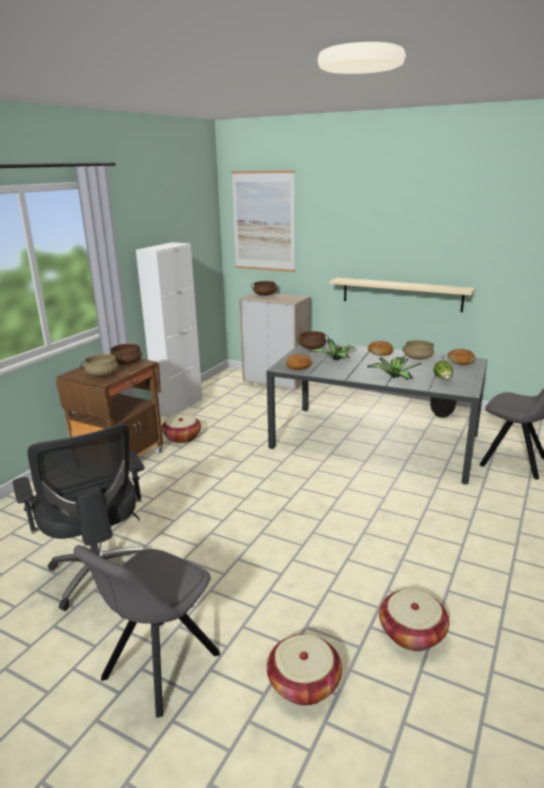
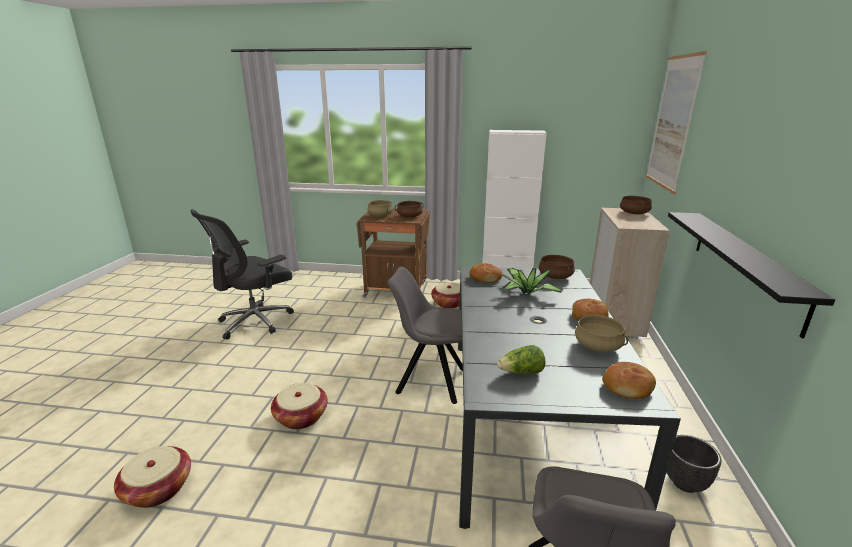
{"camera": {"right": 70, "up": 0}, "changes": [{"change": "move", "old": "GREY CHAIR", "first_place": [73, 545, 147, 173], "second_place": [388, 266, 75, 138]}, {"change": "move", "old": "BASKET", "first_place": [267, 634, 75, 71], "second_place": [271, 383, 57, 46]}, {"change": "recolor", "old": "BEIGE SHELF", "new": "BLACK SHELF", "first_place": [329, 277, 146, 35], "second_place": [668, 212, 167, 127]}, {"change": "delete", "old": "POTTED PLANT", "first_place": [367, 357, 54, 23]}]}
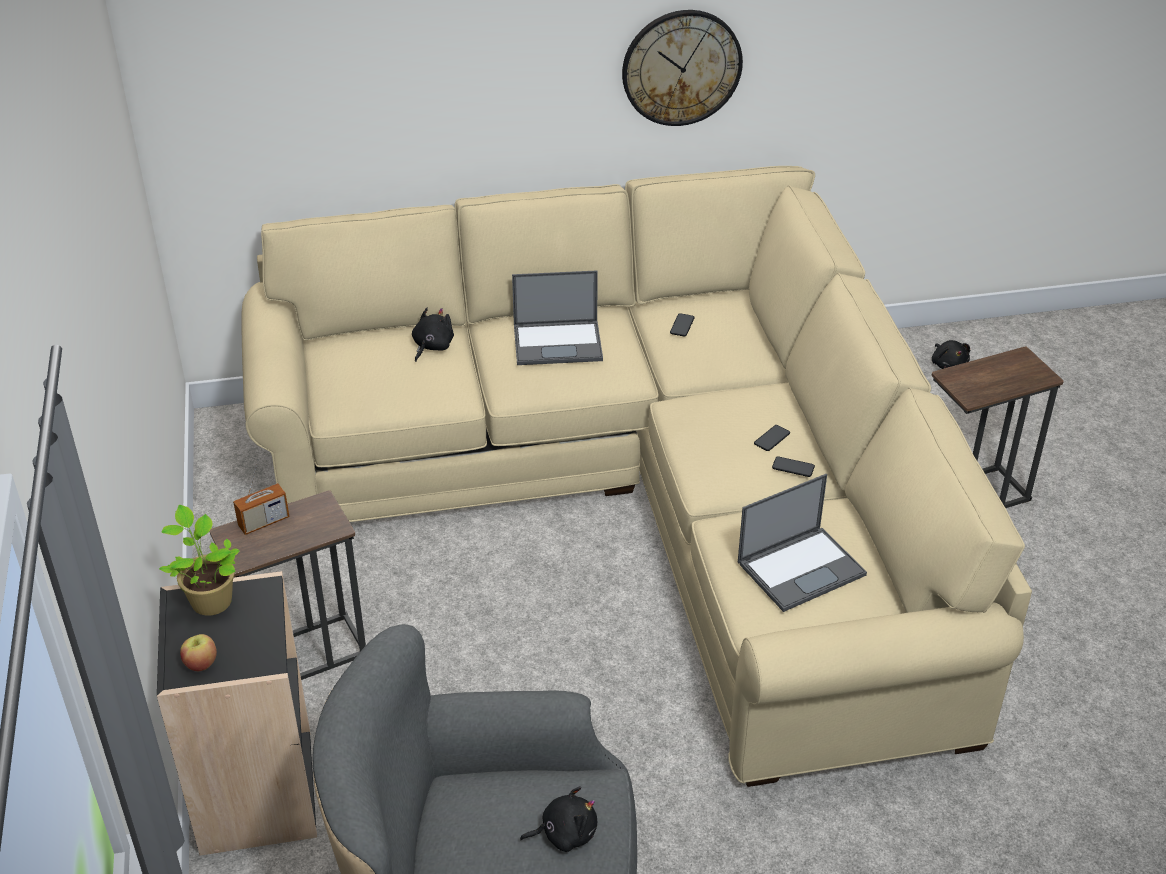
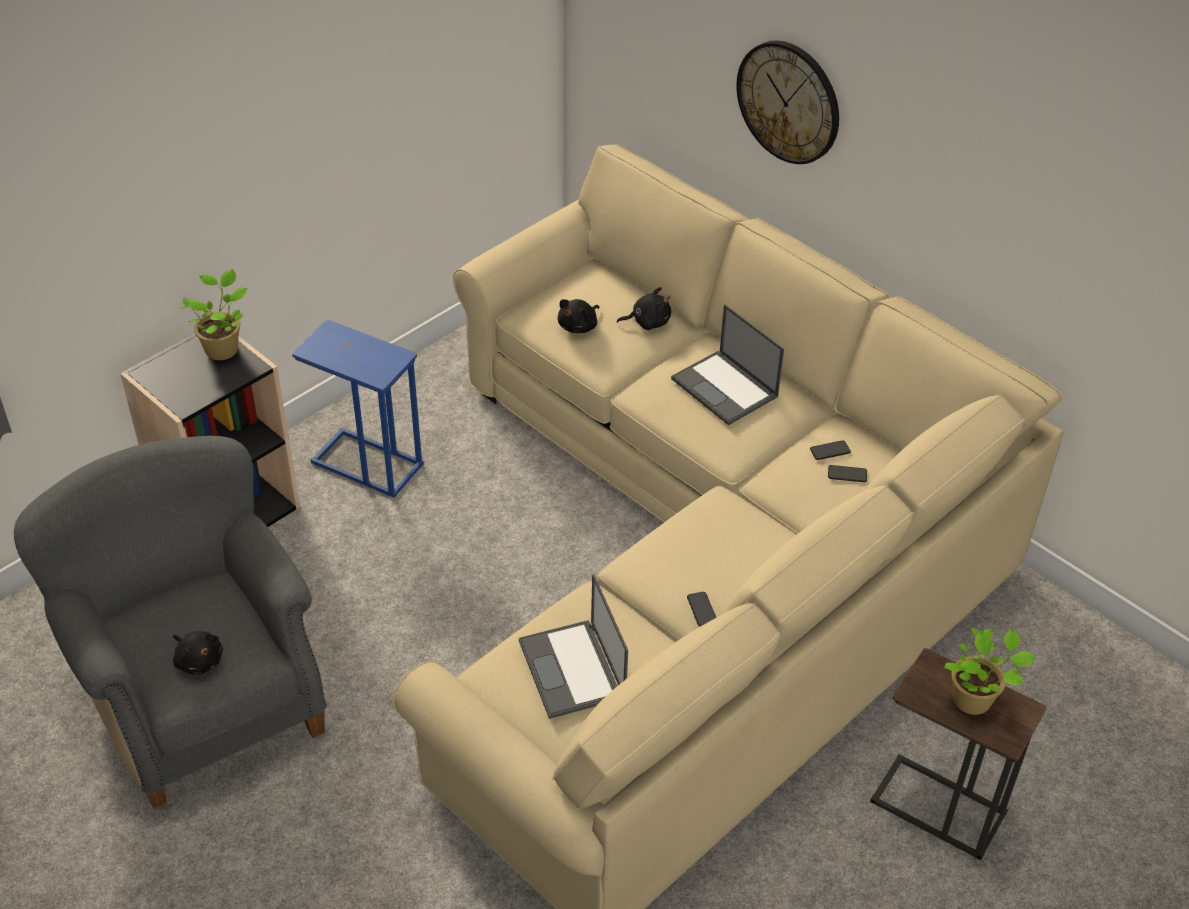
{"camera": {"right": 55, "up": 5}, "changes": [{"change": "delete", "old": "APPLE", "first_place": [180, 634, 37, 37]}, {"change": "recolor", "old": "BROWN SIDE TABLE", "new": "BLUE SIDE TABLE", "first_place": [210, 490, 156, 190], "second_place": [292, 320, 132, 178]}, {"change": "delete", "old": "RADIO", "first_place": [233, 459, 56, 76]}, {"change": "move", "old": "WALL CLOCK", "first_place": [622, 10, 121, 116], "second_place": [736, 40, 103, 124]}, {"change": "rotate", "old": "LAPTOP", "first_place": [738, 474, 129, 138], "second_place": [519, 574, 109, 145], "degrees": 45}, {"change": "move", "old": "PHONE", "first_place": [754, 425, 36, 26], "second_place": [828, 465, 39, 17]}, {"change": "move", "old": "BLACK PLUSH TOY", "first_place": [932, 340, 38, 29], "second_place": [558, 299, 41, 34]}, {"change": "insert", "new": "POTTED PLANT", "second_place": [944, 627, 92, 88]}]}
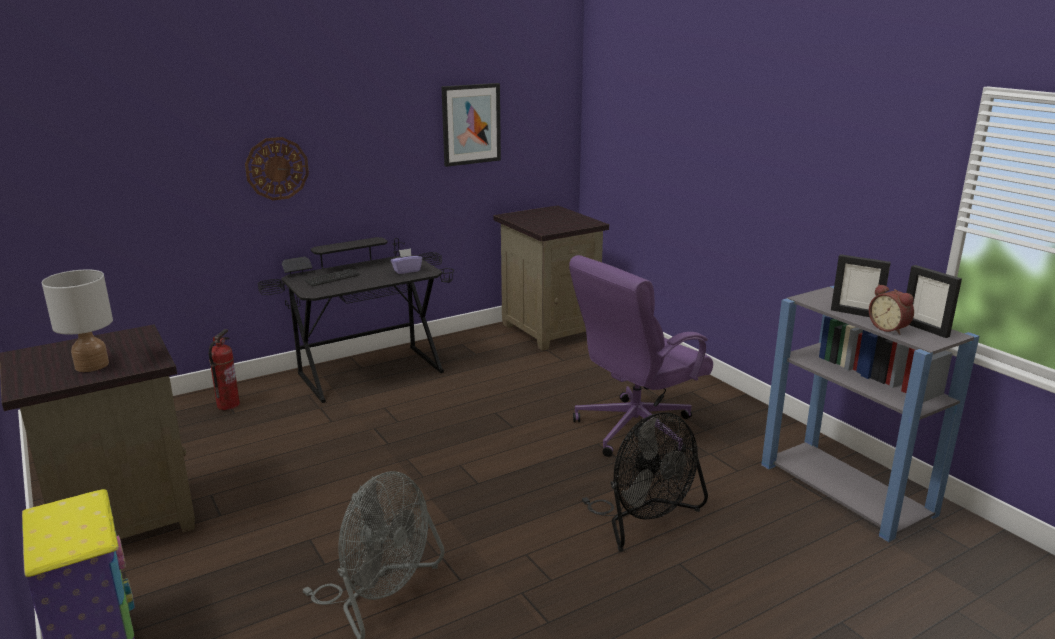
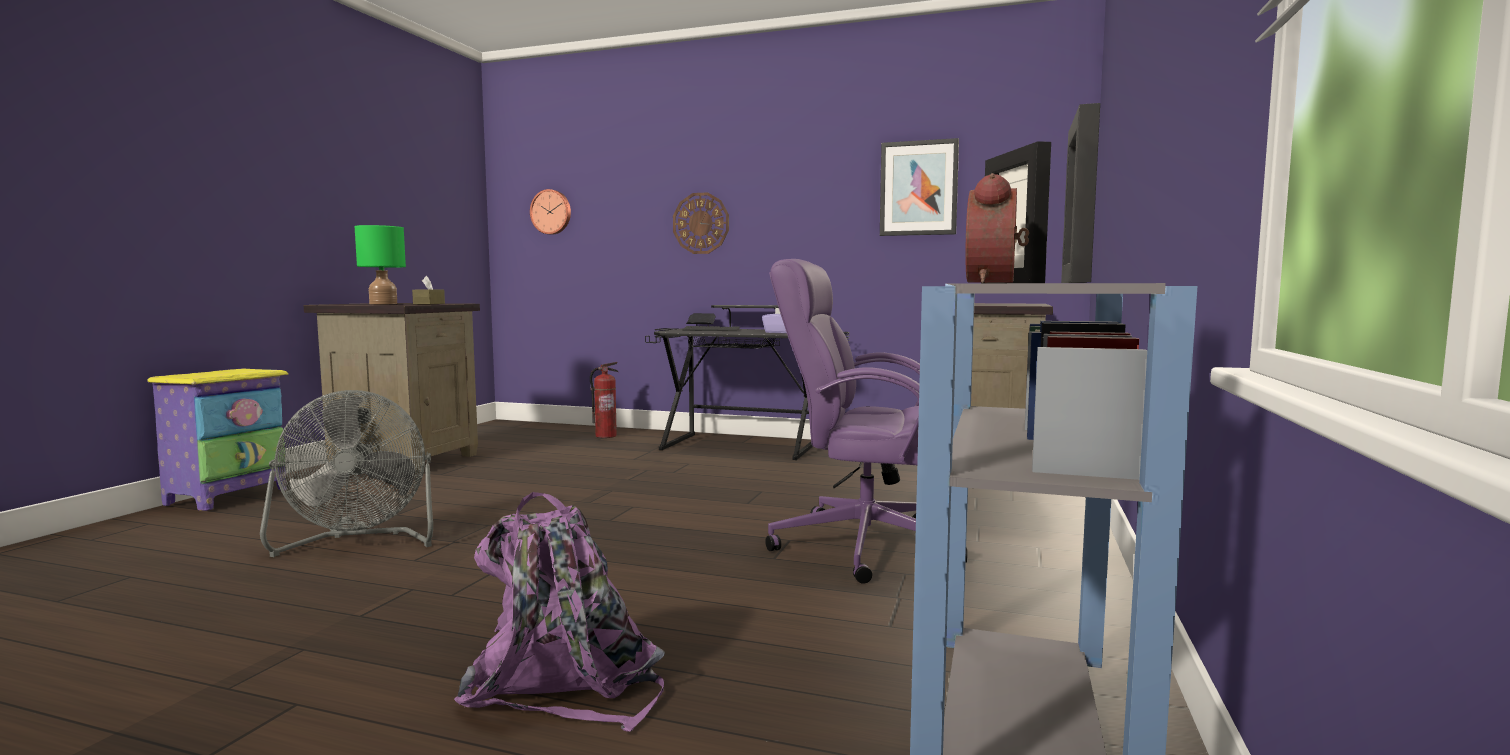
{"camera": {"right": 50, "up": -15}, "changes": [{"change": "recolor", "old": "GREY TABLE LAMP", "new": "GREEN TABLE LAMP", "first_place": [42, 269, 71, 103], "second_place": [355, 225, 51, 79]}, {"change": "delete", "old": "BLACK FAN", "first_place": [582, 412, 126, 140]}, {"change": "insert", "new": "BROWN TISSUE BOX", "second_place": [412, 276, 33, 28]}, {"change": "insert", "new": "PURPLE BACKPACK", "second_place": [454, 492, 211, 240]}, {"change": "insert", "new": "WALL CLOCK", "second_place": [530, 189, 41, 46]}]}
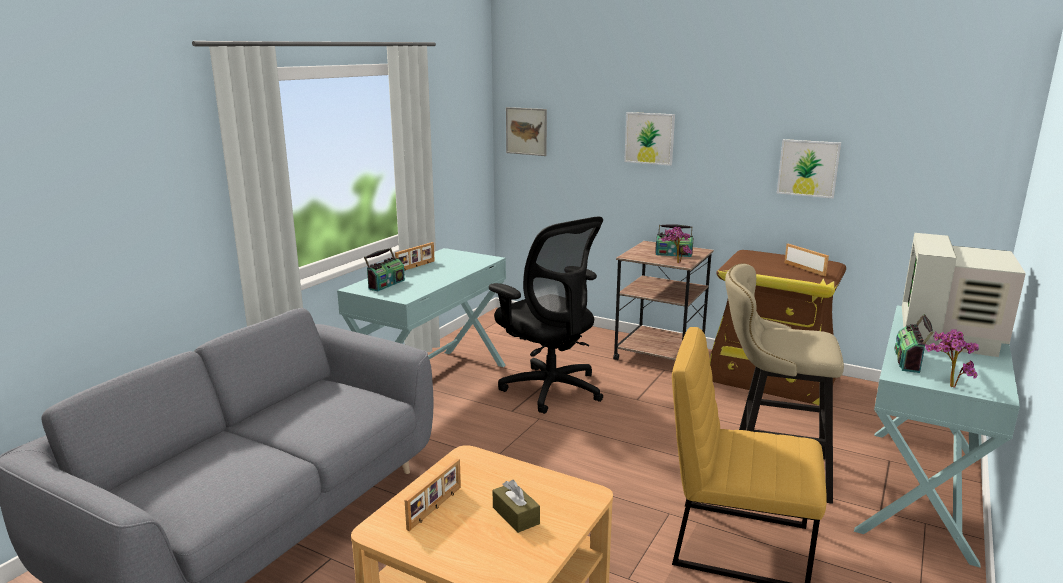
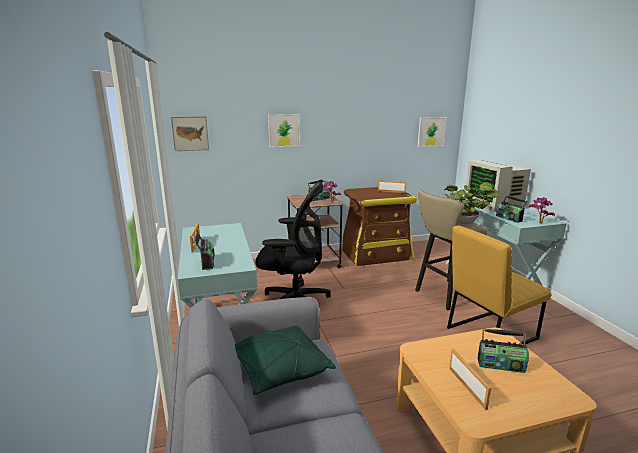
{"camera": {"right": -45, "up": 0}, "changes": [{"change": "replace", "old": "BROWN TISSUE BOX", "new": "RADIO", "first_place": [493, 480, 47, 53], "second_place": [478, 329, 51, 44]}, {"change": "move", "old": "PICTURE", "first_place": [777, 139, 64, 60], "second_place": [418, 117, 28, 30]}, {"change": "insert", "new": "GREEN PILLOW", "second_place": [235, 325, 101, 70]}, {"change": "insert", "new": "POTTED PLANT", "second_place": [444, 182, 55, 42]}]}
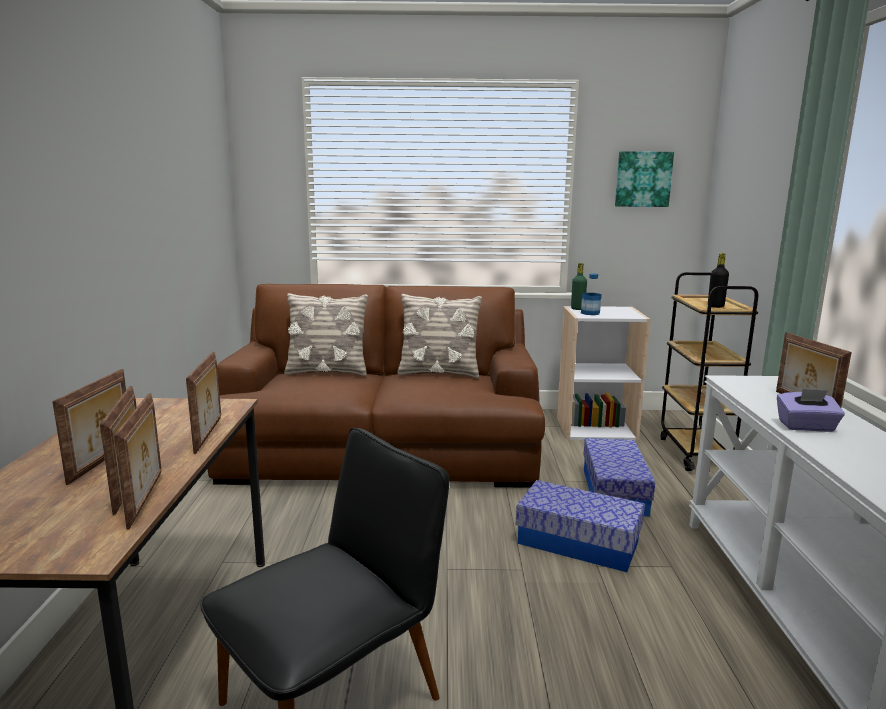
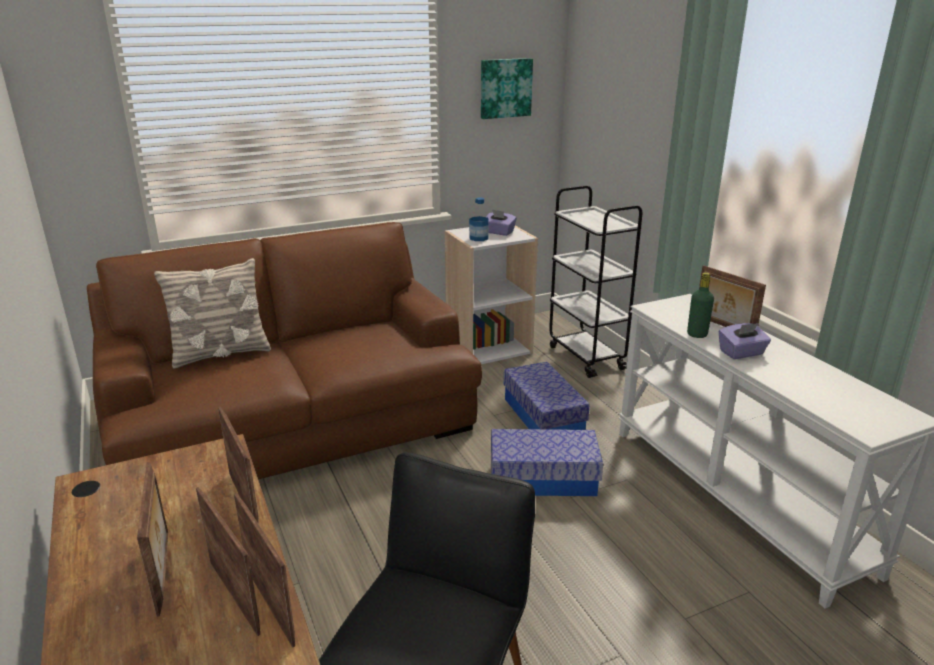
{"camera": {"right": -25, "up": 10}, "changes": [{"change": "delete", "old": "BEIGE PILLOW", "first_place": [397, 294, 85, 84]}, {"change": "move", "old": "GREEN BOTTLE", "first_place": [571, 263, 16, 47], "second_place": [687, 272, 27, 66]}, {"change": "recolor", "old": "BROWN CART", "new": "WHITE CART", "first_place": [660, 272, 98, 199], "second_place": [549, 186, 93, 192]}, {"change": "delete", "old": "BLACK BOTTLE", "first_place": [708, 253, 21, 55]}, {"change": "insert", "new": "PURPLE TISSUE BOX", "second_place": [486, 209, 31, 27]}]}
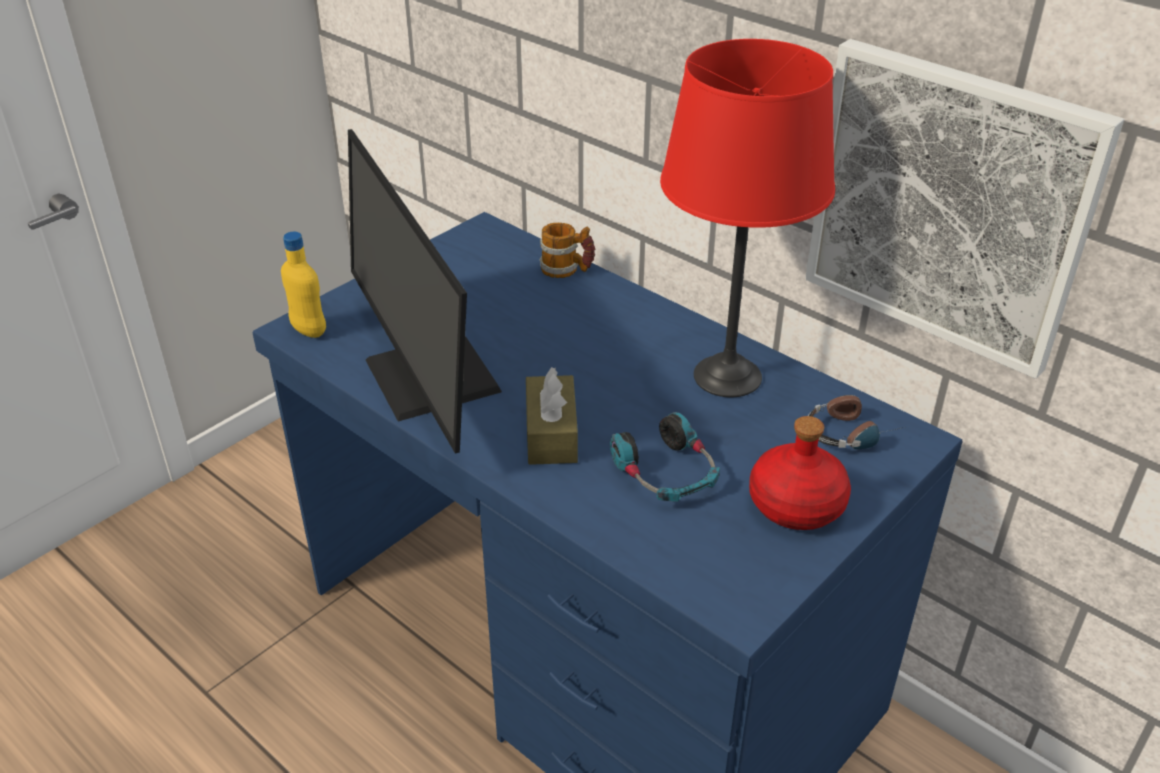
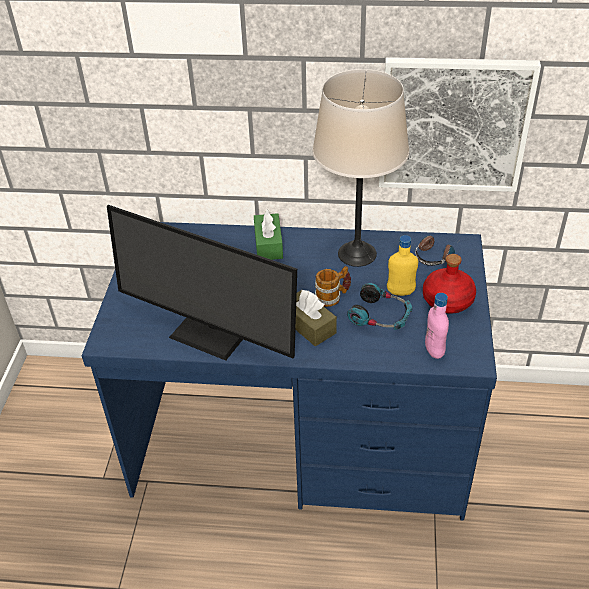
{"camera": {"right": -35, "up": 5}, "changes": [{"change": "move", "old": "YELLOW BOTTLE", "first_place": [281, 232, 45, 106], "second_place": [387, 235, 31, 61]}, {"change": "move", "old": "MUG", "first_place": [540, 223, 55, 55], "second_place": [315, 266, 36, 41]}, {"change": "recolor", "old": "RED TABLE LAMP", "new": "BEIGE TABLE LAMP", "first_place": [660, 39, 175, 358], "second_place": [312, 69, 98, 198]}, {"change": "insert", "new": "GREEN TISSUE BOX", "second_place": [254, 210, 29, 50]}, {"change": "insert", "new": "PINK BOTTLE", "second_place": [425, 293, 24, 66]}]}
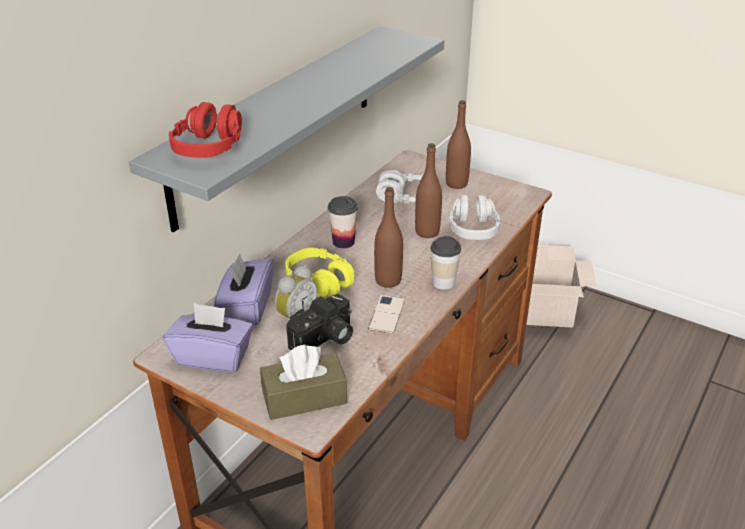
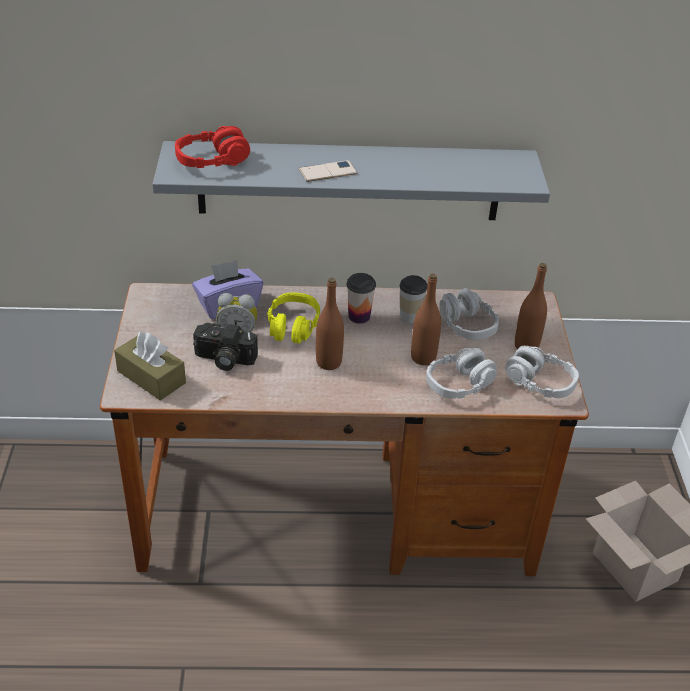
{"camera": {"right": 55, "up": 5}, "changes": [{"change": "delete", "old": "PURPLE TISSUE BOX", "first_place": [163, 303, 90, 69]}, {"change": "move", "old": "PHONE", "first_place": [368, 295, 37, 39], "second_place": [299, 160, 59, 22]}, {"change": "move", "old": "CUP", "first_place": [430, 236, 31, 54], "second_place": [400, 275, 28, 48]}, {"change": "insert", "new": "GREY HEADPHONES", "second_place": [505, 346, 74, 52]}]}
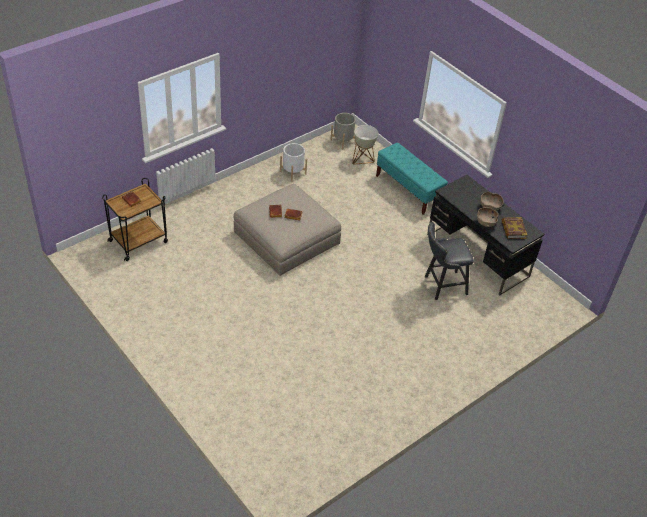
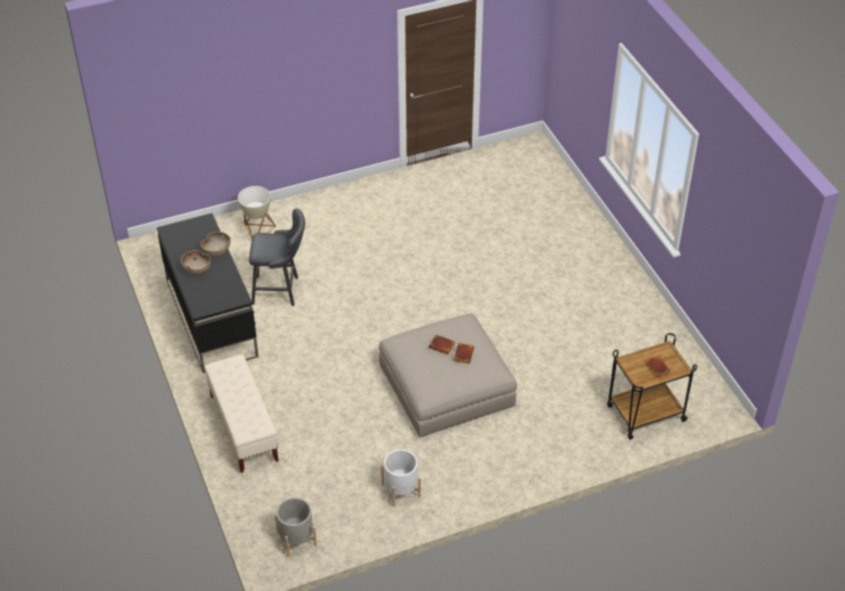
{"camera": {"right": -160, "up": 0}, "changes": [{"change": "move", "old": "PLANTER", "first_place": [352, 125, 26, 39], "second_place": [238, 186, 38, 52]}, {"change": "recolor", "old": "TURQUOISE BENCH", "new": "BEIGE BENCH", "first_place": [376, 143, 72, 72], "second_place": [205, 354, 74, 119]}, {"change": "delete", "old": "BOOK", "first_place": [502, 217, 25, 22]}]}
